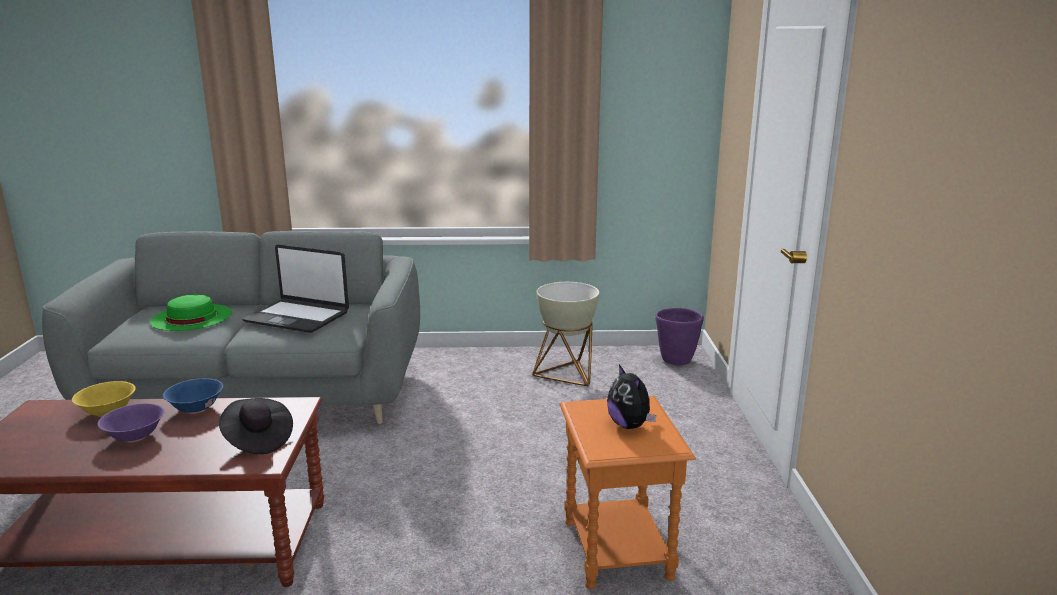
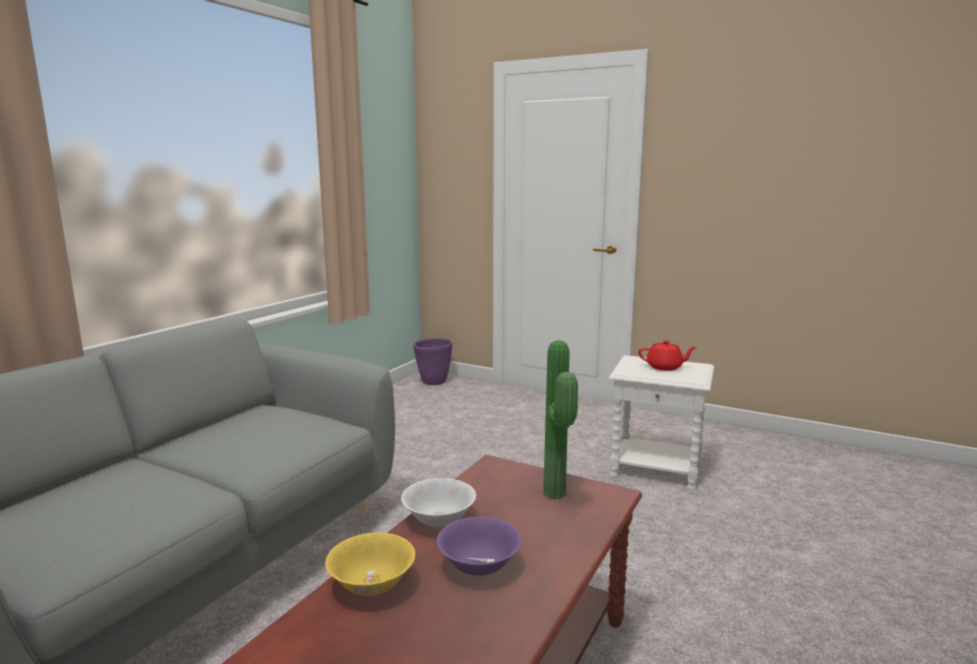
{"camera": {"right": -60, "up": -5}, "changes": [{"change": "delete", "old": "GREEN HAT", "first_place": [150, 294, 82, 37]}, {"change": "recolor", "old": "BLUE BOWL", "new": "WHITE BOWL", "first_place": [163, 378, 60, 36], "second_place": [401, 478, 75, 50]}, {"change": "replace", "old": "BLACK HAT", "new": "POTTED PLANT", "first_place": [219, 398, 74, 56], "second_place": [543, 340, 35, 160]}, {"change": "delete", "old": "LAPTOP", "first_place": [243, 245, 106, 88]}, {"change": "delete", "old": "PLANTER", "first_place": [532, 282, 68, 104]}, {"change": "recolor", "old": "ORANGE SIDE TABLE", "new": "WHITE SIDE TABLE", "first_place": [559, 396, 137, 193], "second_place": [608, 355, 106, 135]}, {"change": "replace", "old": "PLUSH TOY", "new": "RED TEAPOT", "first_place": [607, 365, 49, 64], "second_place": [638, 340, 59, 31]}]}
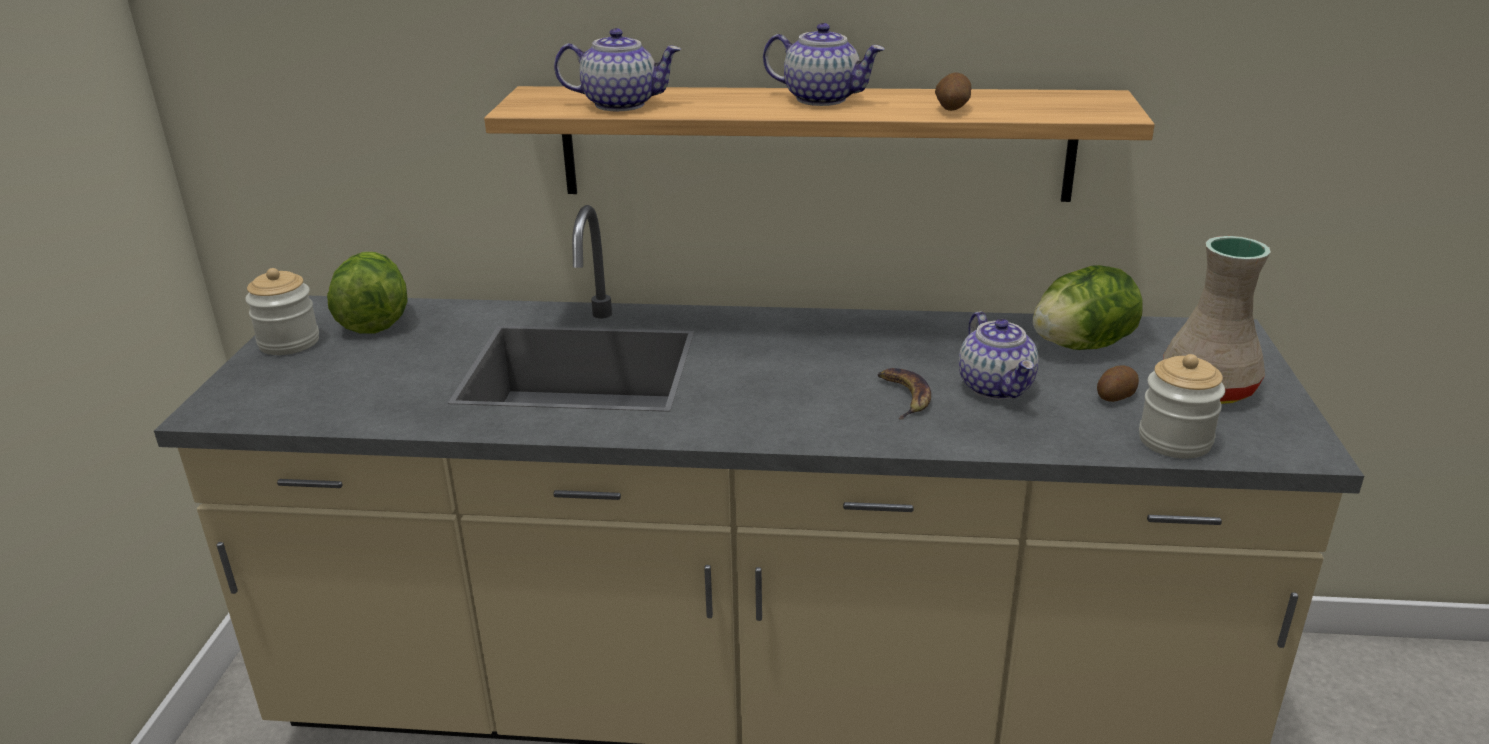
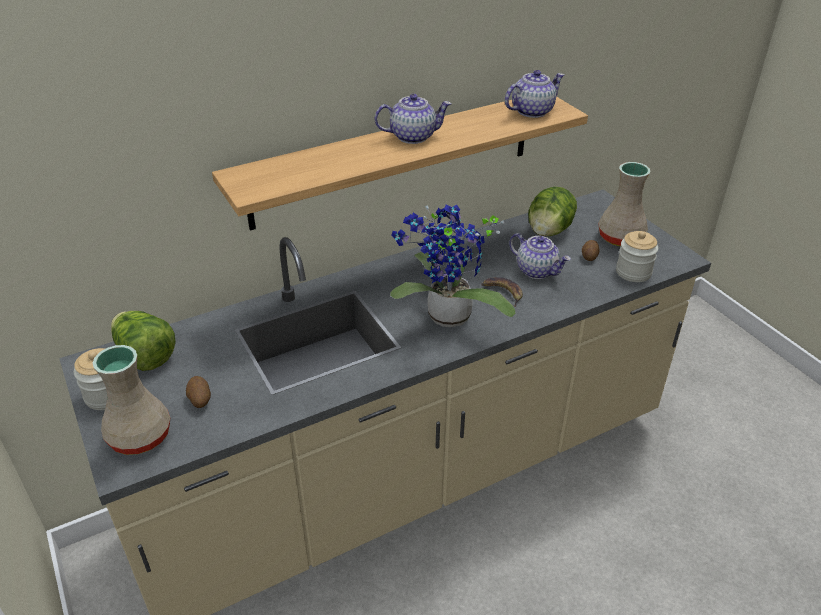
{"camera": {"right": -35, "up": 10}, "changes": [{"change": "move", "old": "TEAPOT", "first_place": [554, 28, 127, 83], "second_place": [505, 70, 59, 48]}, {"change": "move", "old": "POTATO", "first_place": [935, 72, 36, 39], "second_place": [186, 376, 25, 32]}, {"change": "insert", "new": "BEIGE VASE", "second_place": [93, 345, 77, 110]}, {"change": "insert", "new": "POTTED PLANT", "second_place": [390, 205, 125, 122]}]}
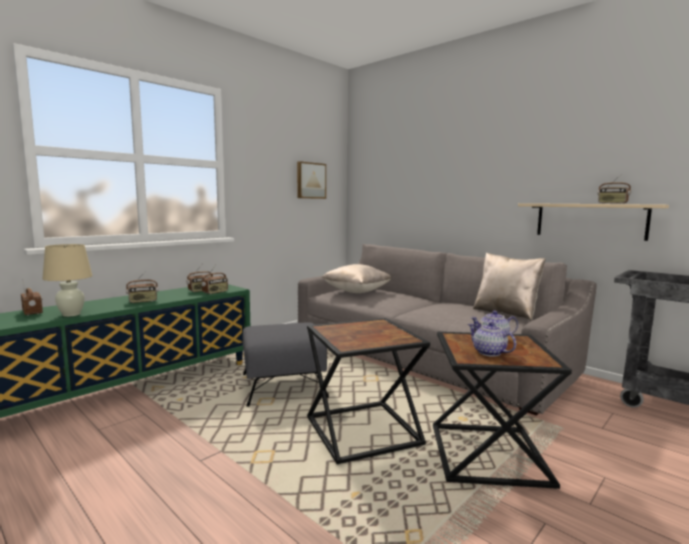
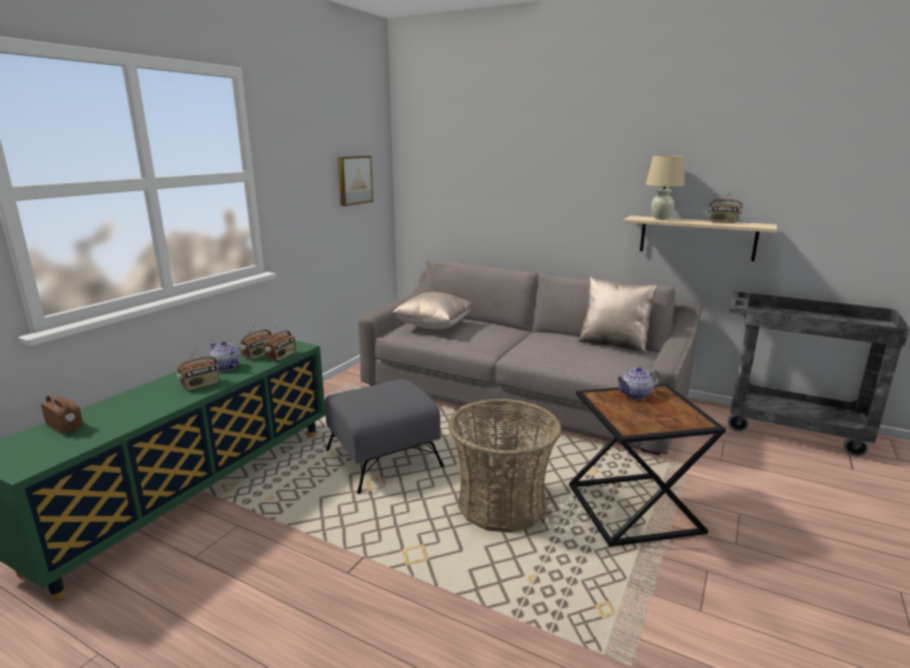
{"camera": {"right": -15, "up": 10}, "changes": [{"change": "move", "old": "BEIGE TABLE LAMP", "first_place": [42, 244, 50, 73], "second_place": [646, 155, 39, 65]}, {"change": "replace", "old": "BLACK SIDE TABLE", "new": "BASKET", "first_place": [307, 318, 123, 146], "second_place": [448, 399, 114, 134]}, {"change": "move", "old": "TEAPOT", "first_place": [468, 322, 48, 35], "second_place": [210, 341, 30, 30]}]}
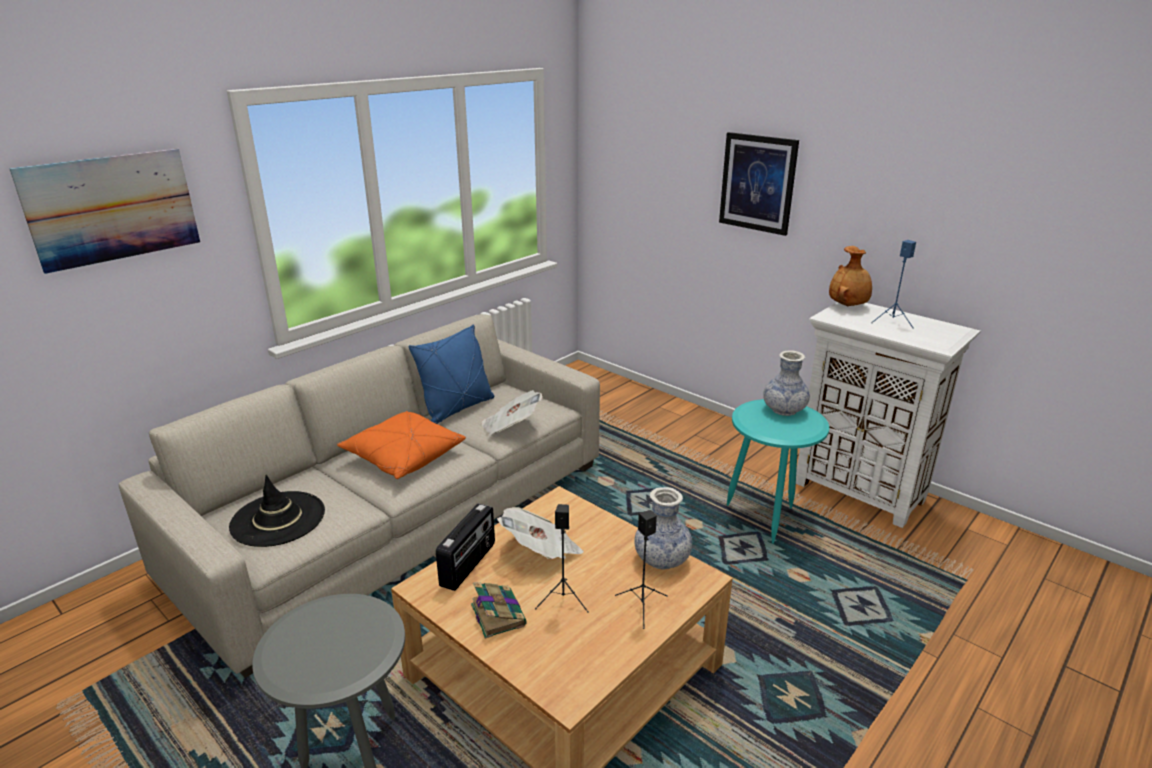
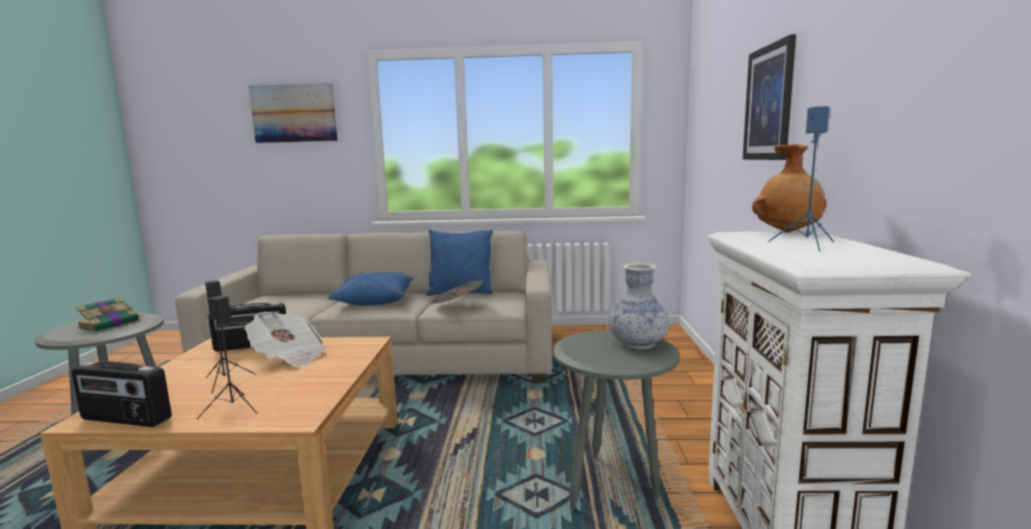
{"camera": {"right": 50, "up": -15}, "changes": [{"change": "delete", "old": "BLACK HAT", "first_place": [229, 475, 96, 72]}, {"change": "recolor", "old": "ORANGE PILLOW", "new": "BLUE PILLOW", "first_place": [337, 411, 129, 68], "second_place": [328, 272, 86, 34]}, {"change": "move", "old": "BOOK", "first_place": [471, 582, 56, 57], "second_place": [75, 297, 66, 35]}, {"change": "delete", "old": "VASE", "first_place": [634, 487, 58, 83]}, {"change": "recolor", "old": "TURQUOISE SIDE TABLE", "new": "GREY SIDE TABLE", "first_place": [727, 399, 102, 145], "second_place": [553, 330, 127, 181]}, {"change": "insert", "new": "RADIO", "second_place": [71, 361, 101, 66]}]}
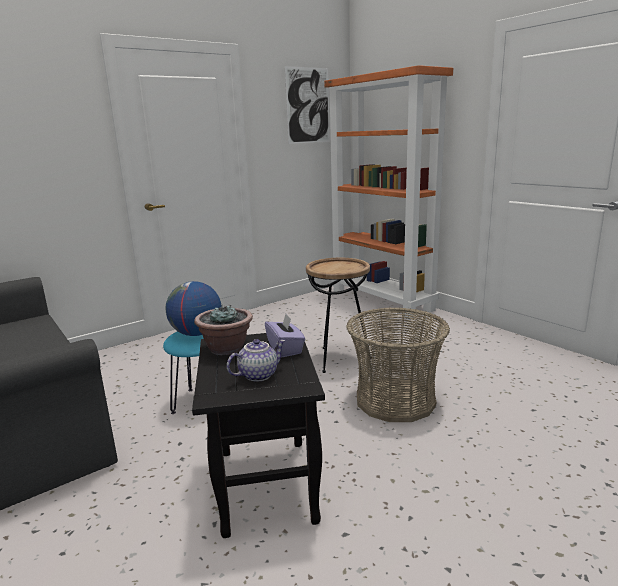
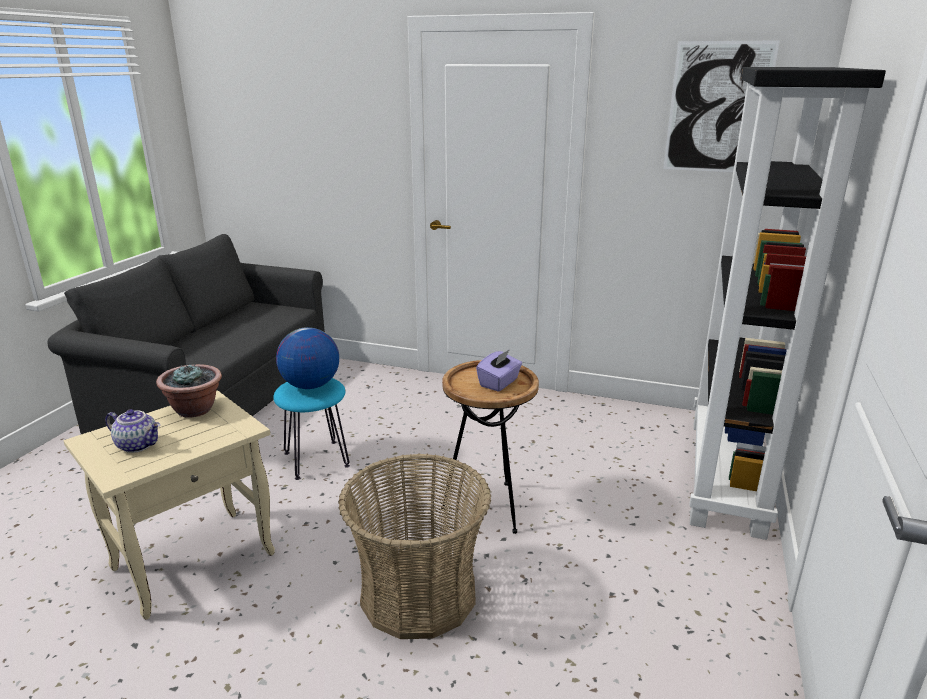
{"camera": {"right": 55, "up": 5}, "changes": [{"change": "recolor", "old": "BLACK SIDE TABLE", "new": "BEIGE SIDE TABLE", "first_place": [192, 330, 133, 208], "second_place": [64, 390, 211, 230]}, {"change": "move", "old": "PURPLE TISSUE BOX", "first_place": [265, 314, 40, 44], "second_place": [476, 349, 46, 43]}, {"change": "recolor", "old": "ORANGE BOOKCASE", "new": "BLACK BOOKCASE", "first_place": [324, 65, 129, 255], "second_place": [689, 67, 197, 473]}]}
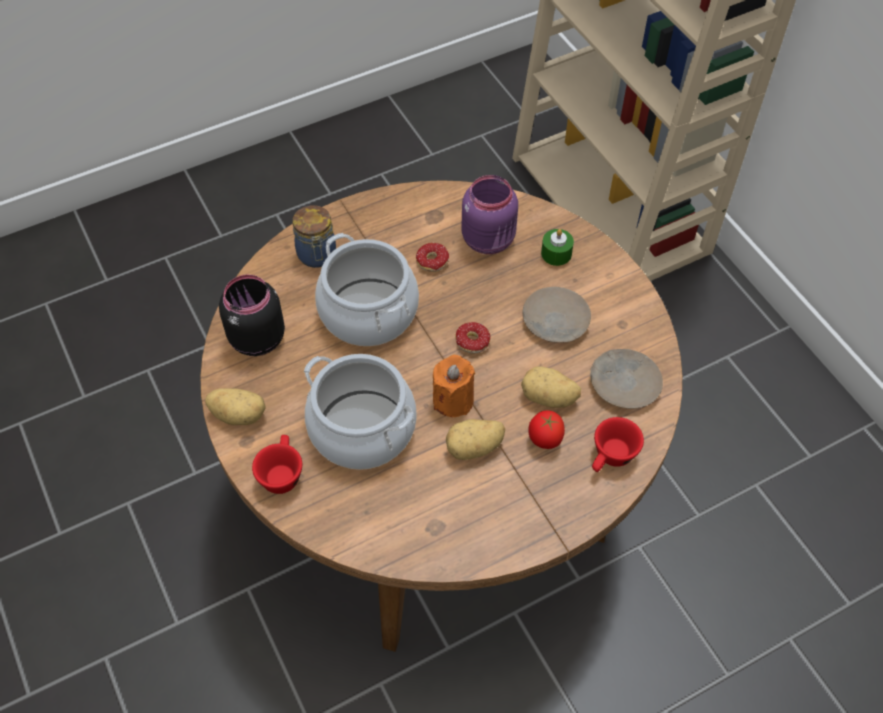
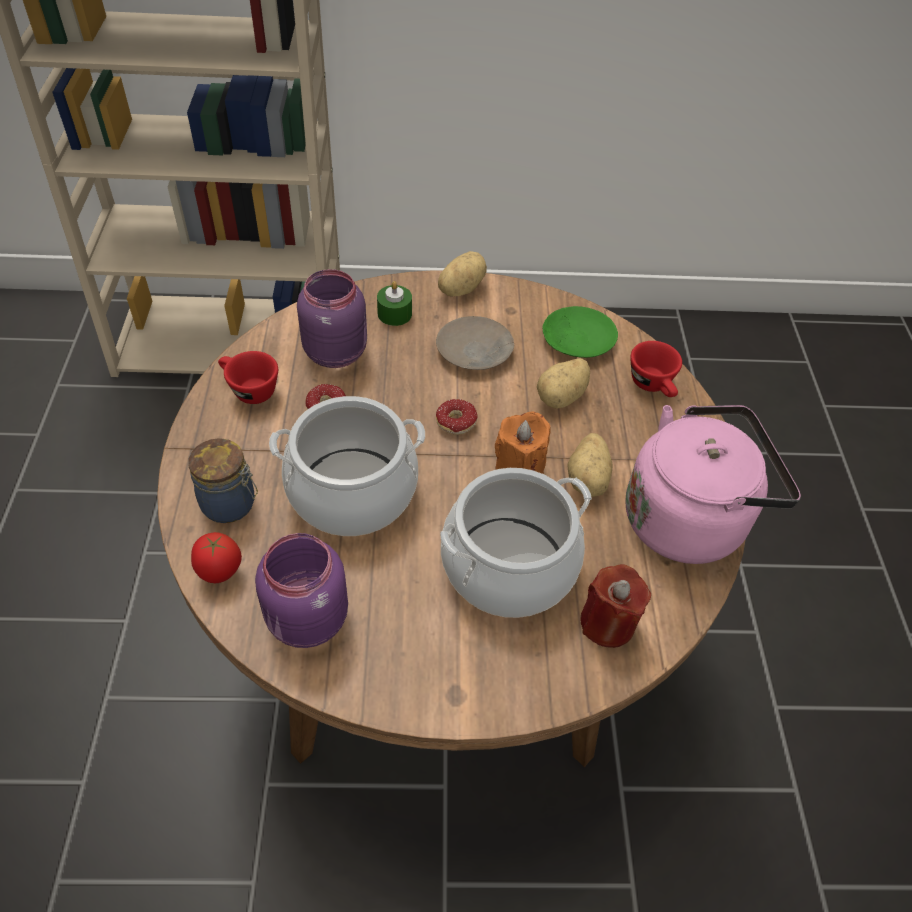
{"camera": {"right": -65, "up": -5}, "changes": [{"change": "move", "old": "POTATO", "first_place": [205, 388, 61, 37], "second_place": [438, 251, 49, 45]}, {"change": "recolor", "old": "BLACK JAR", "new": "PURPLE JAR", "first_place": [219, 275, 66, 81], "second_place": [255, 533, 93, 115]}, {"change": "move", "old": "RED CUP", "first_place": [252, 435, 50, 59], "second_place": [218, 351, 60, 53]}, {"change": "move", "old": "TOMATO", "first_place": [528, 410, 37, 39], "second_place": [191, 532, 51, 51]}, {"change": "recolor", "old": "BEIGE PLATE", "new": "GREEN PLATE", "first_place": [590, 349, 73, 60], "second_place": [542, 306, 76, 52]}, {"change": "insert", "new": "RED CANDLE", "second_place": [580, 564, 71, 84]}, {"change": "insert", "new": "PINK KETTLE", "second_place": [625, 405, 176, 159]}]}
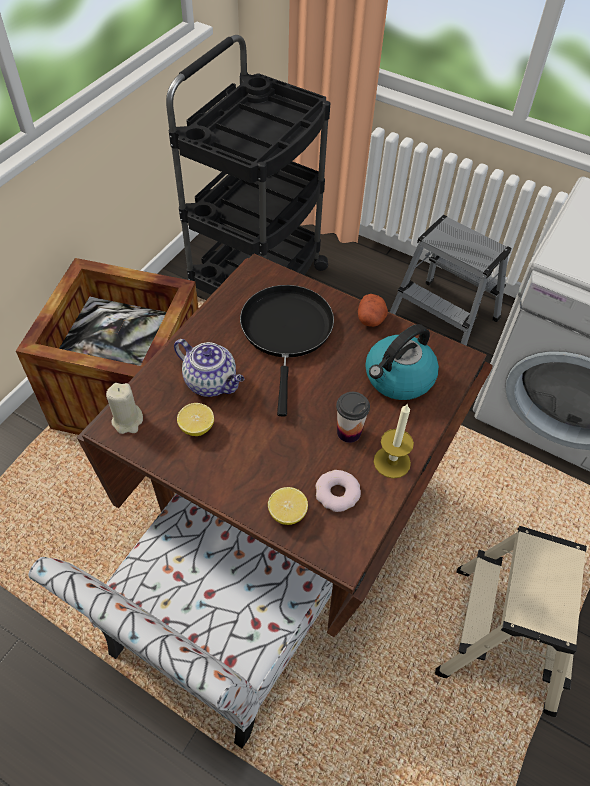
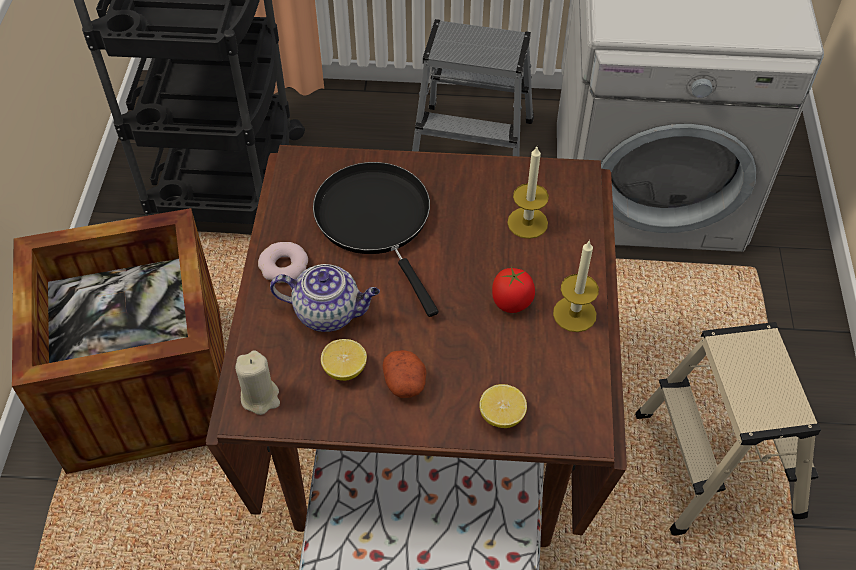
{"camera": {"right": -25, "up": 0}, "changes": [{"change": "move", "old": "DONUT", "first_place": [315, 470, 46, 42], "second_place": [258, 242, 50, 41]}, {"change": "replace", "old": "CUP", "new": "TOMATO", "first_place": [336, 392, 34, 51], "second_place": [492, 267, 43, 46]}, {"change": "move", "old": "POTATO", "first_place": [358, 294, 30, 33], "second_place": [383, 350, 44, 48]}, {"change": "replace", "old": "KETTLE", "new": "CANDLE", "first_place": [365, 324, 74, 76], "second_place": [507, 147, 42, 92]}]}
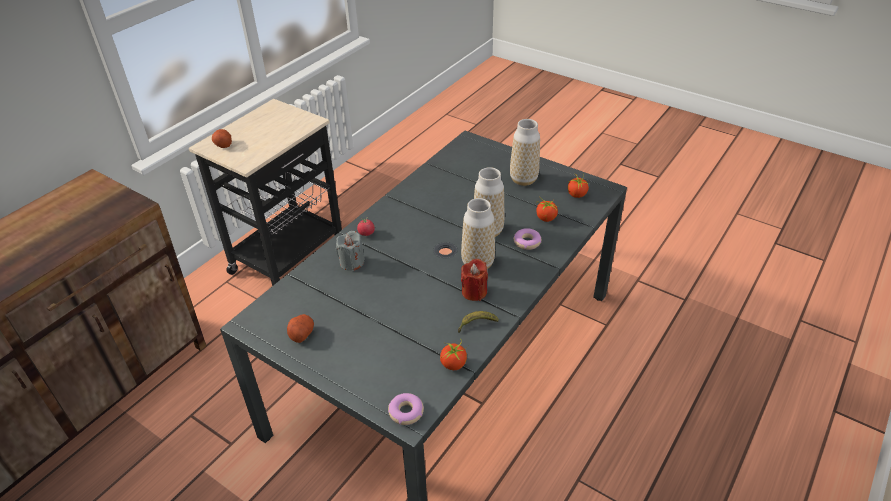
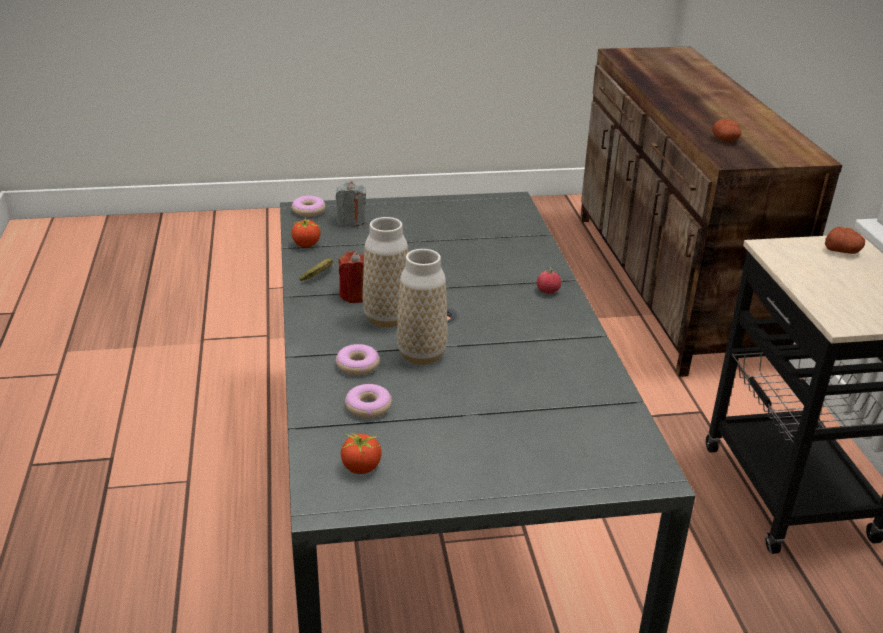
{"camera": {"right": 135, "up": -10}, "changes": [{"change": "move", "old": "POTATO", "first_place": [287, 314, 27, 29], "second_place": [712, 119, 29, 23]}, {"change": "move", "old": "GREY CANDLE", "first_place": [336, 231, 29, 40], "second_place": [336, 181, 30, 46]}, {"change": "delete", "old": "VASE", "first_place": [510, 119, 30, 67]}, {"change": "replace", "old": "TOMATO", "new": "DONUT", "first_place": [536, 199, 23, 23], "second_place": [345, 384, 47, 34]}]}
